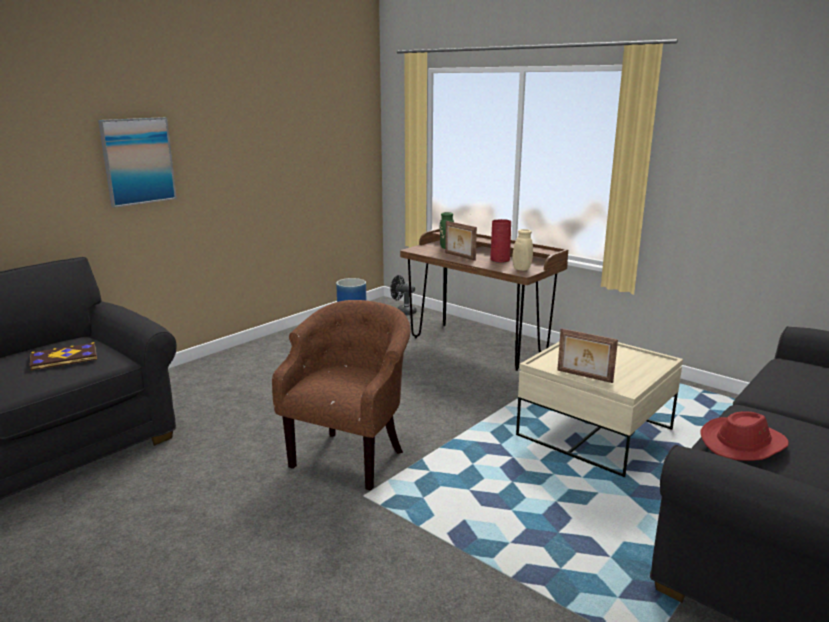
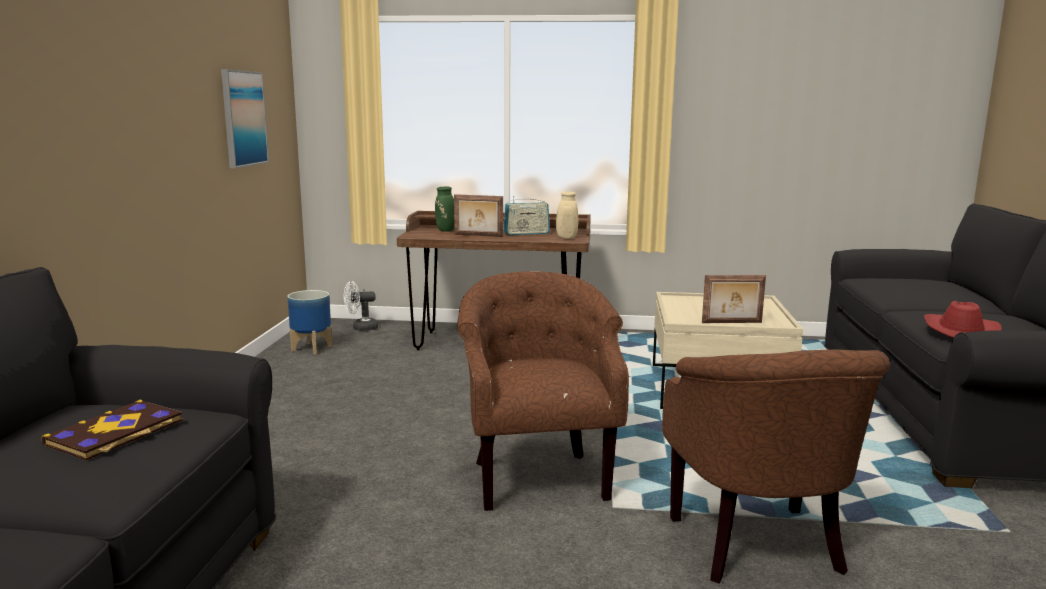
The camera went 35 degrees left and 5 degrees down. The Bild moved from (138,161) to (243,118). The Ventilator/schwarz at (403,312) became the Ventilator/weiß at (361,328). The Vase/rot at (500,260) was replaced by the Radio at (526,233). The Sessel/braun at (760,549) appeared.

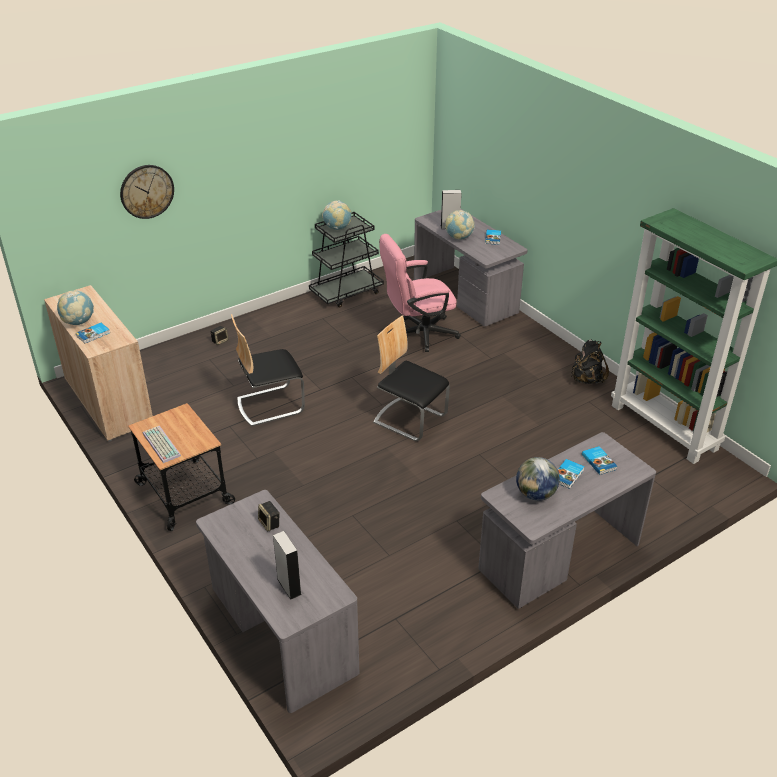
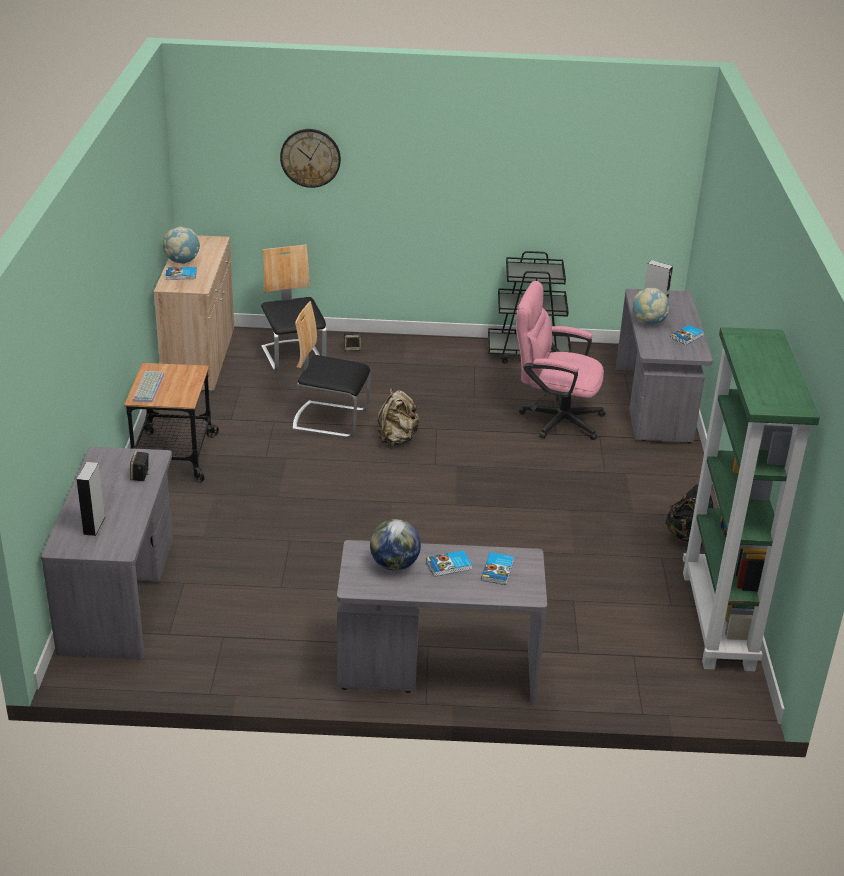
The camera went 35 degrees right and 5 degrees down. The Globus at (337,228) disappeared. The Stuhl moved from (410,419) to (293,356). The Rucksack/beige at (397,439) appeared.

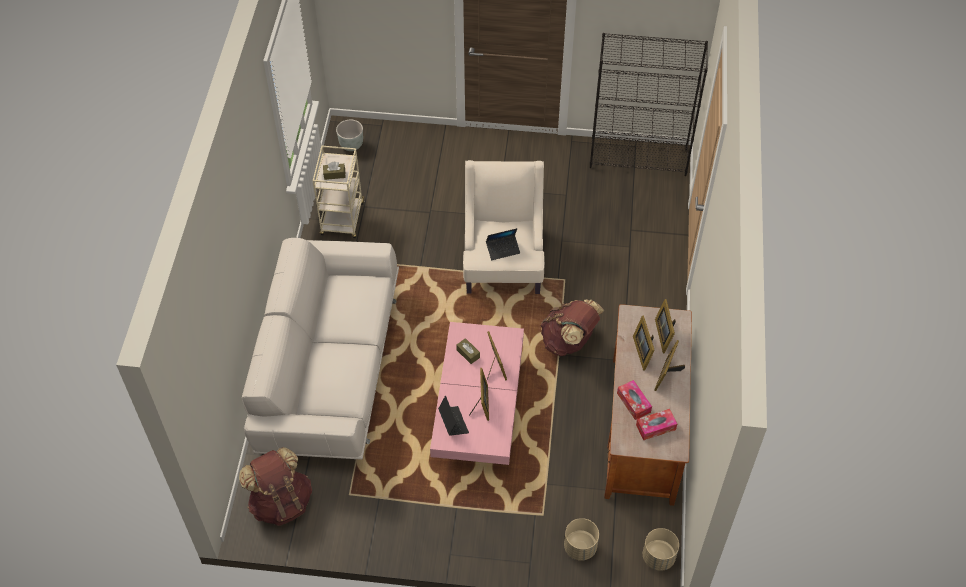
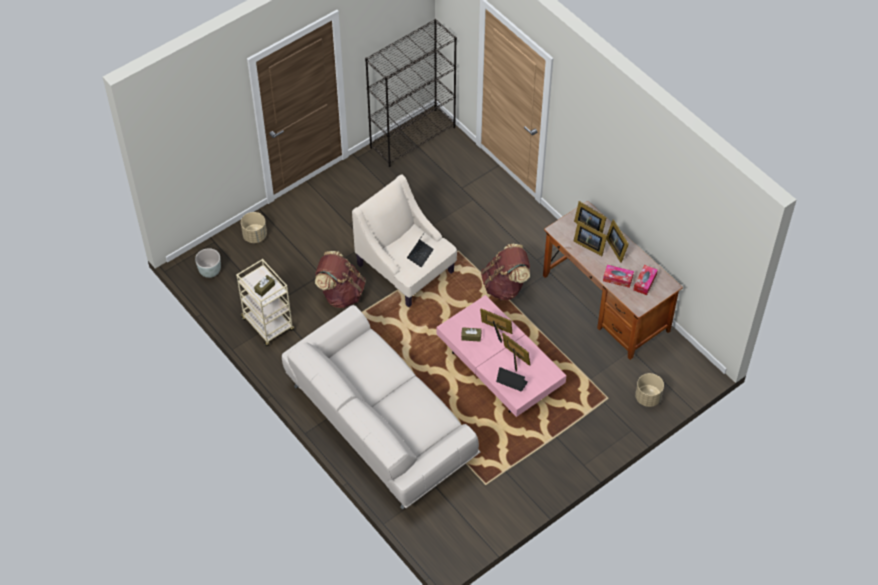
The camera went 45 degrees left and 0 degrees up. The Rucksack/braun moved from (281,502) to (341,294). The Pflanzkübel/beige moved from (658,557) to (255,235).

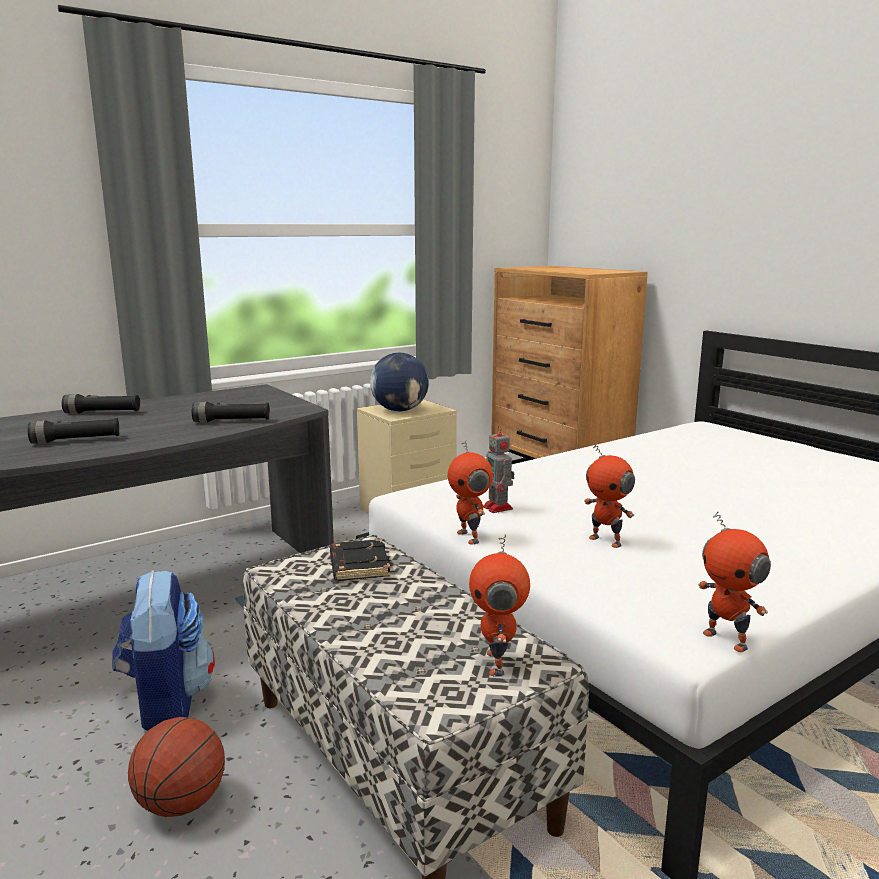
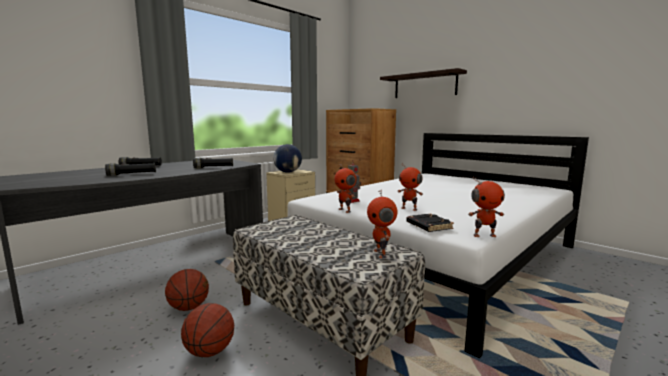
The camera went 10 degrees left and 5 degrees down. The Rucksack at (166,702) was replaced by the Basketball at (189,308). The Buch/schwarz moved from (358,566) to (428,226). The Spielzeugroboter at (726,639) turned 45 degrees counterclockwise. The Wandregal at (424,85) appeared.

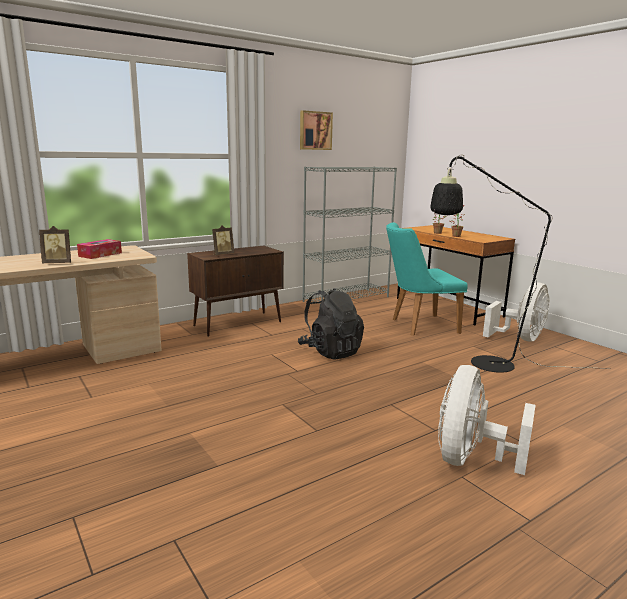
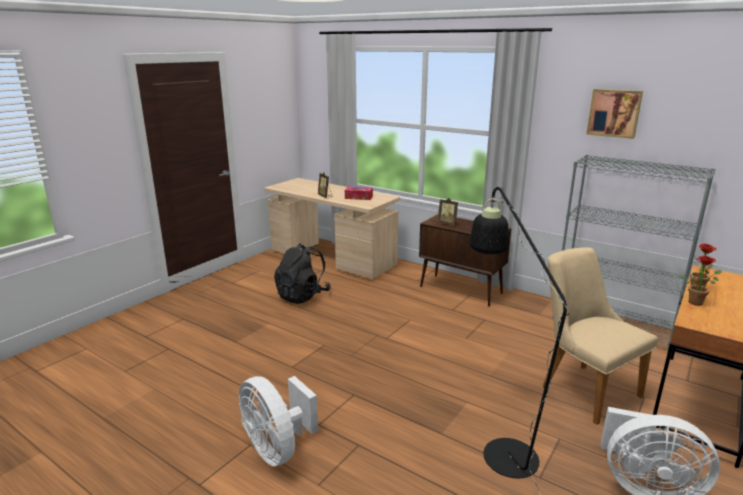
The camera went 70 degrees right and 5 degrees up. The Rucksack/schwarz moved from (330,351) to (303,296). The Stuhl/türkis at (418,325) became the Stuhl/beige at (582,387). The Ventilator/weiß at (471,459) turned 135 degrees counterclockwise.

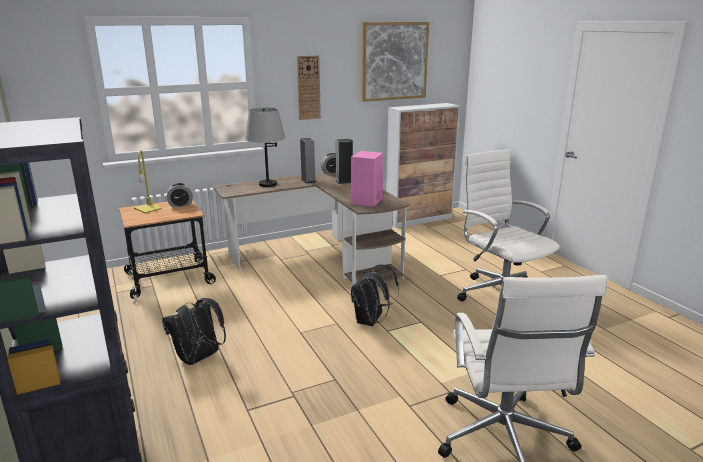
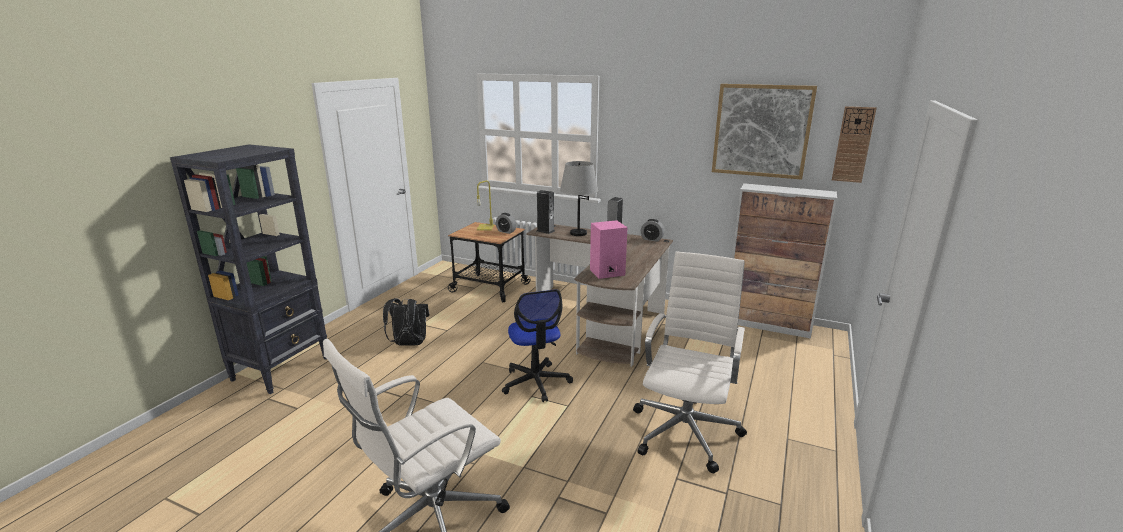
The camera went 50 degrees right and 0 degrees up. The Wanduhr moved from (308,87) to (853,144). The Lautsprecher moved from (344,181) to (545,231). The Rucksack/schwarz at (370,321) was replaced by the Bürostuhl at (536,382).

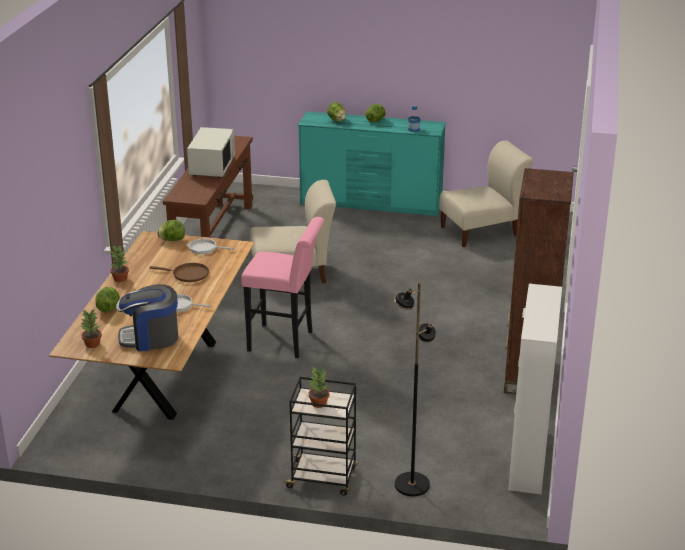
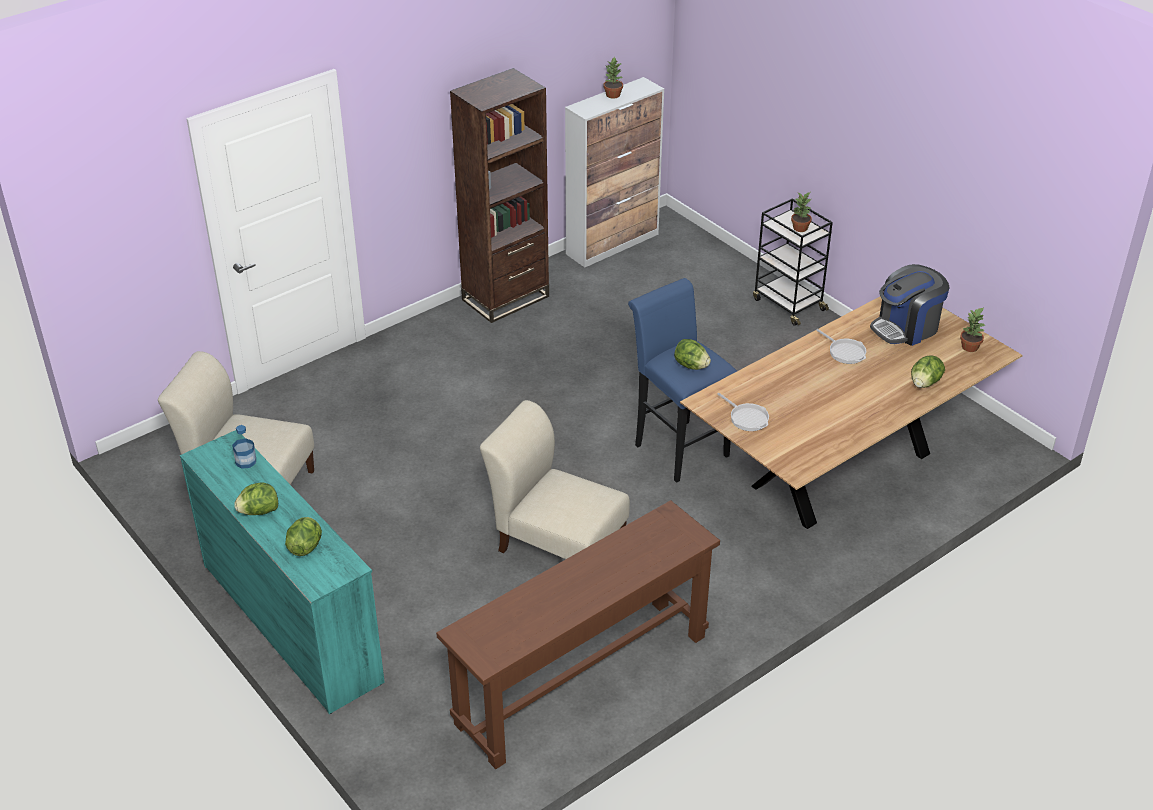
The camera went 140 degrees left and 10 degrees up. The Topfpflanze moved from (120,278) to (612,95). The Kaffeemaschine at (150,338) turned 120 degrees clockwise. The Pfanne/braun at (188,274) disappeared. The Salatkopf moved from (172,240) to (691,366). The Mikrowelle/weiß at (212,167) disappeared. The Hocker/rosa at (285,342) became the Hocker/blau at (677,447). The Stehlampe/schwarz at (411,484) disappeared.

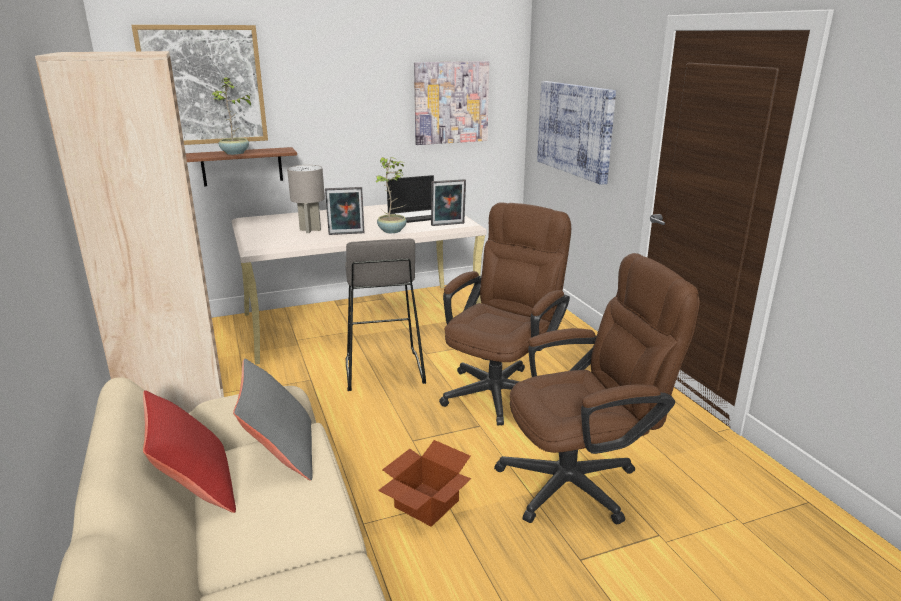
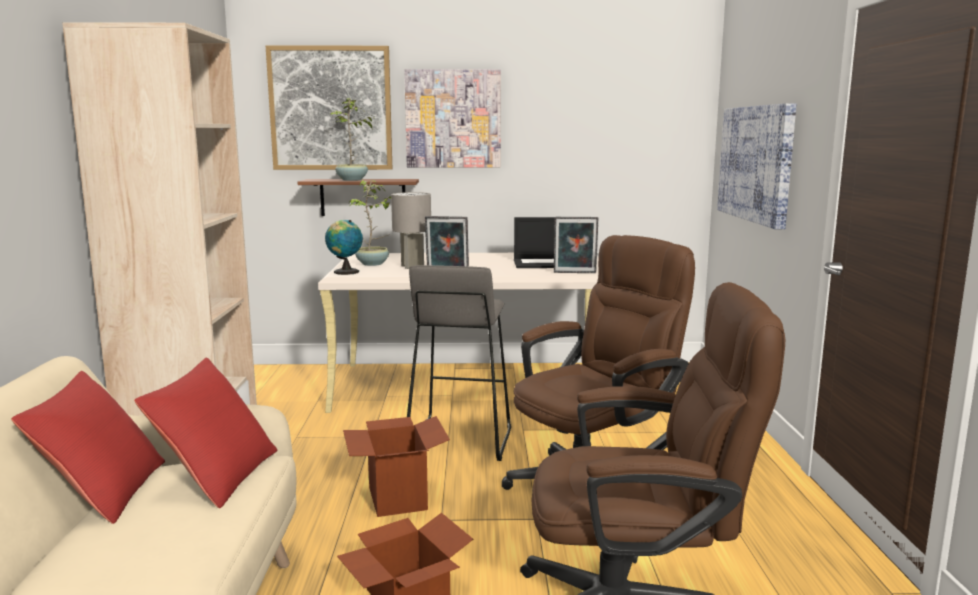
The camera went 20 degrees right and 10 degrees down. The Kissen/grau at (280,452) became the Kissen/rot at (216,475). The Topfpflanze moved from (393,231) to (373,264). The Bild moved from (451,102) to (453,119). The Globus at (344,272) appeared. The Karton at (397,498) appeared.

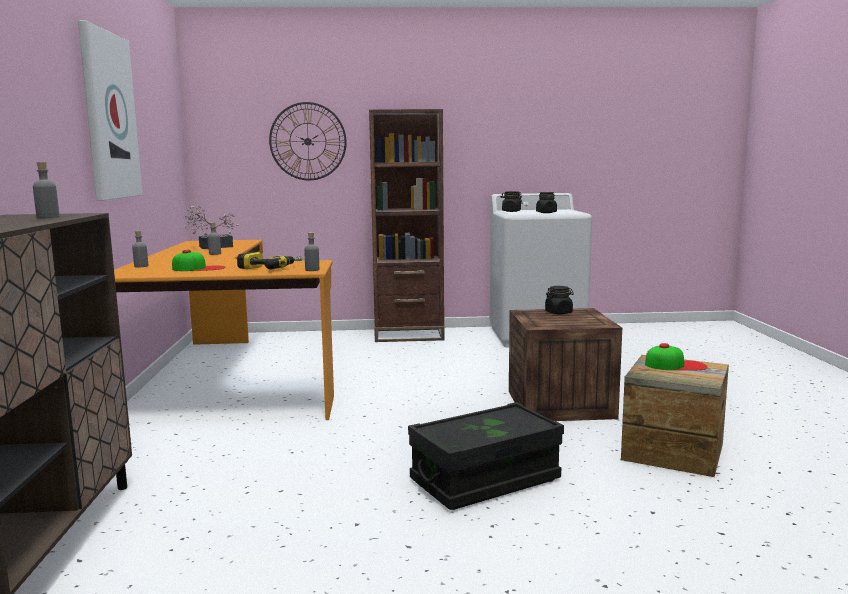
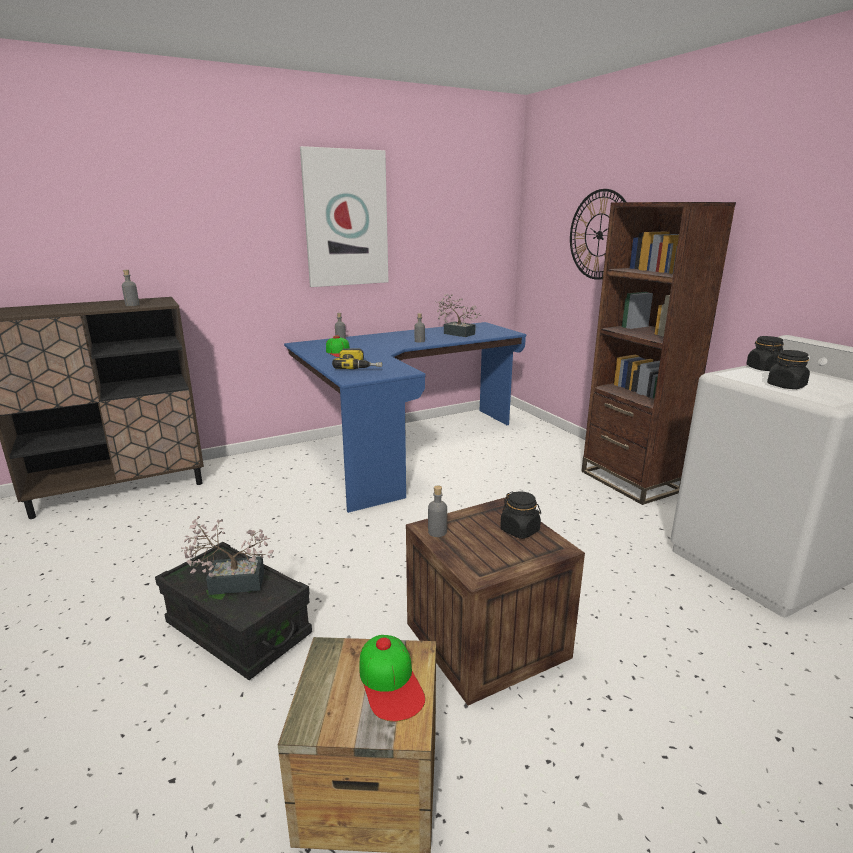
The camera went 65 degrees right and 10 degrees up. The Schreibtisch/orange at (221,382) became the Schreibtisch/blau at (402,447). The Flasche/grau moved from (312,270) to (437,532). The Topfpflanze at (230,582) appeared.

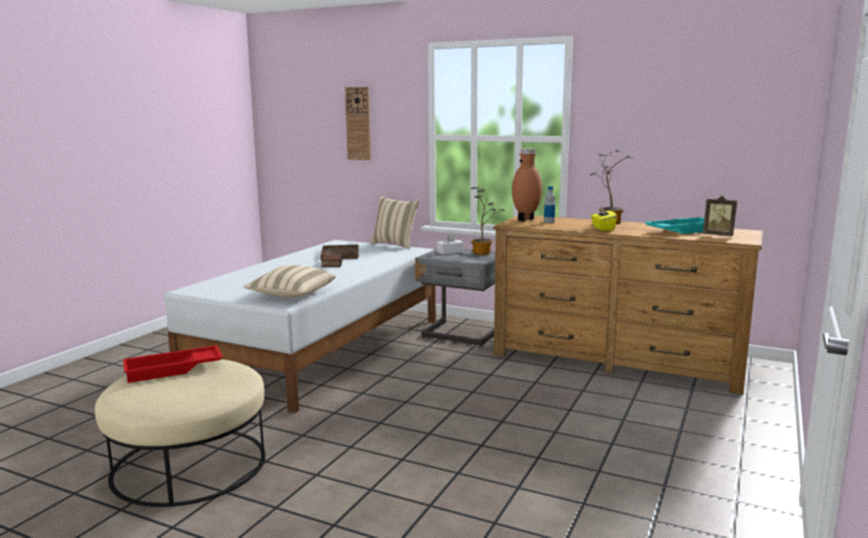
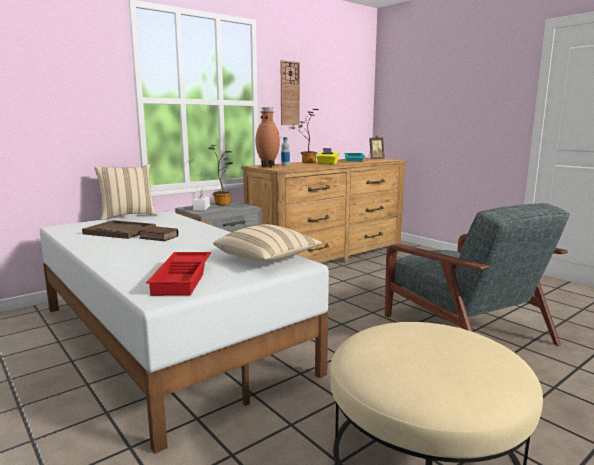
The camera went 65 degrees left and 0 degrees up. The Tablett/rot moved from (173,370) to (184,278). The Wanduhr moved from (358,123) to (289,93). The Sessel/grau at (463,328) appeared.

